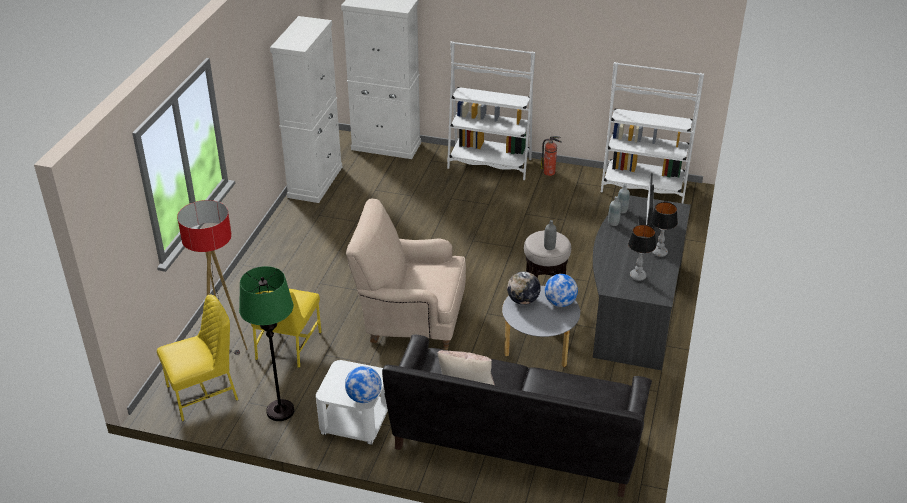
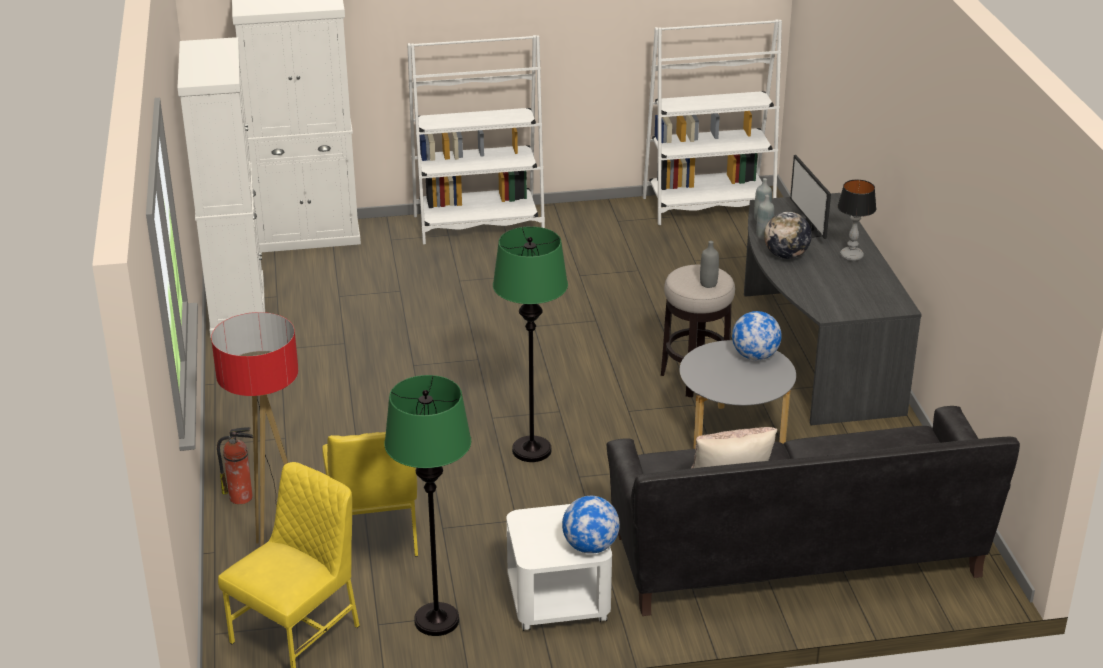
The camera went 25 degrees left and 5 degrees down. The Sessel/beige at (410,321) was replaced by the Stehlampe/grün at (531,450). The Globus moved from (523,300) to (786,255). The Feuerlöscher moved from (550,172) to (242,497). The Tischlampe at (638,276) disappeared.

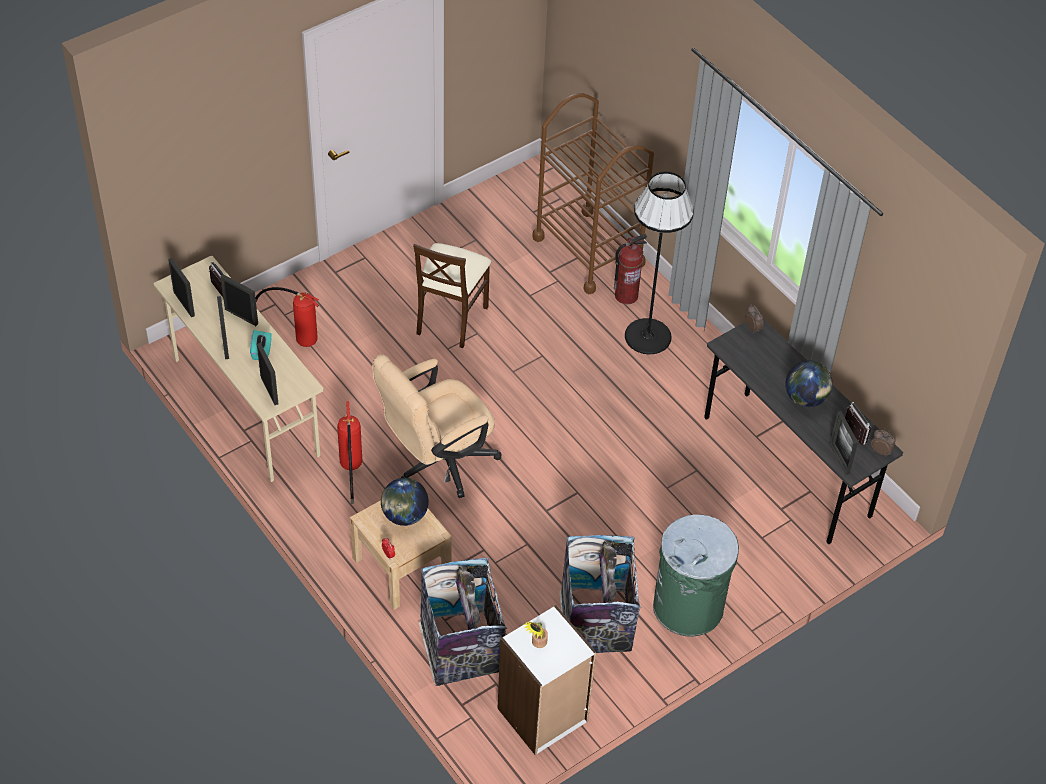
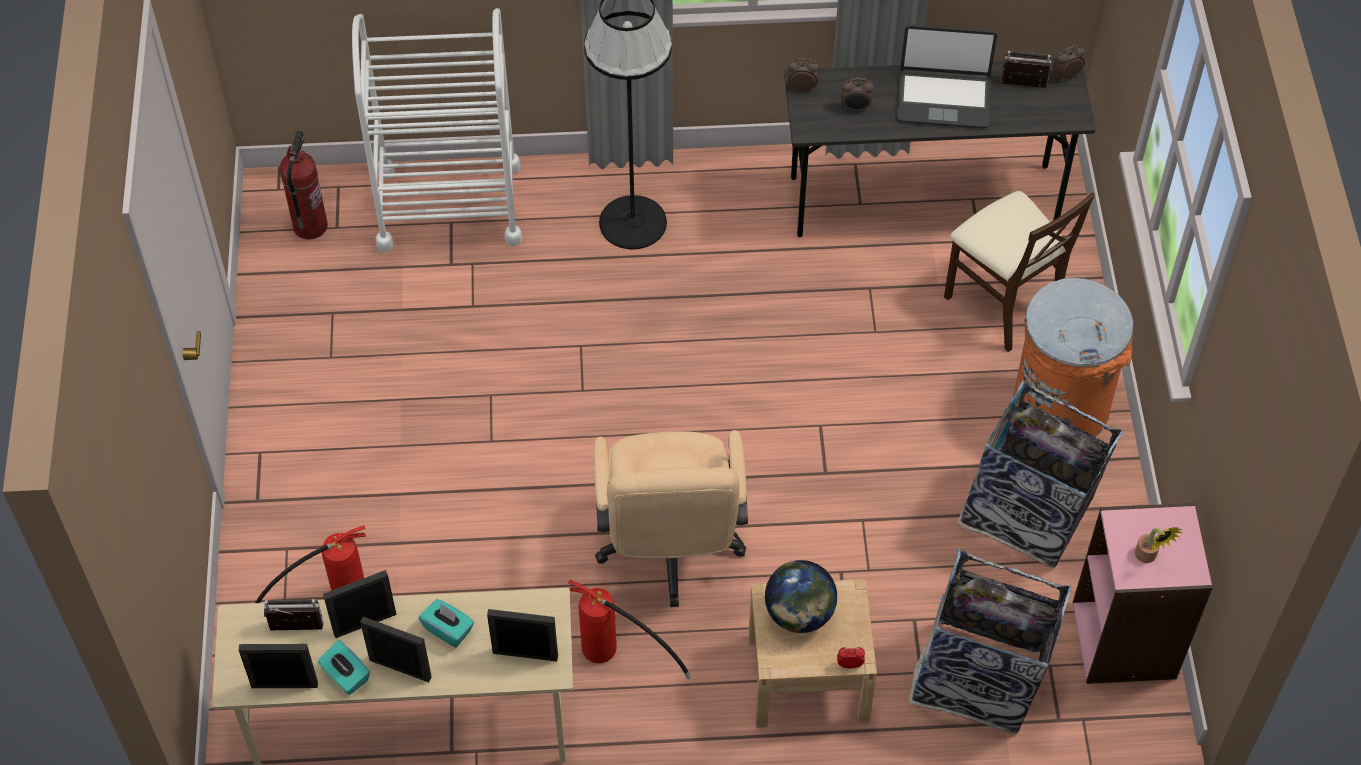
The camera went 55 degrees left and 5 degrees up. The Stuhl/beige moved from (451,318) to (1003,303). The Bücherregal/weiß at (543,716) became the Bücherregal/rosa at (1125,640). The Rollwagen/braun at (588,251) became the Rollwagen/weiß at (449,206). The Feuerlöscher moved from (626,296) to (310,226). The Mülleimer/grün at (689,607) became the Mülleimer/orange at (1060,406). The Globus at (805,398) was replaced by the Laptop at (943,99). The Bilderrahmen at (839,458) disappeared. The Taschentuchbox/türkis at (346,676) appeared. The Wecker at (855,108) appeared.

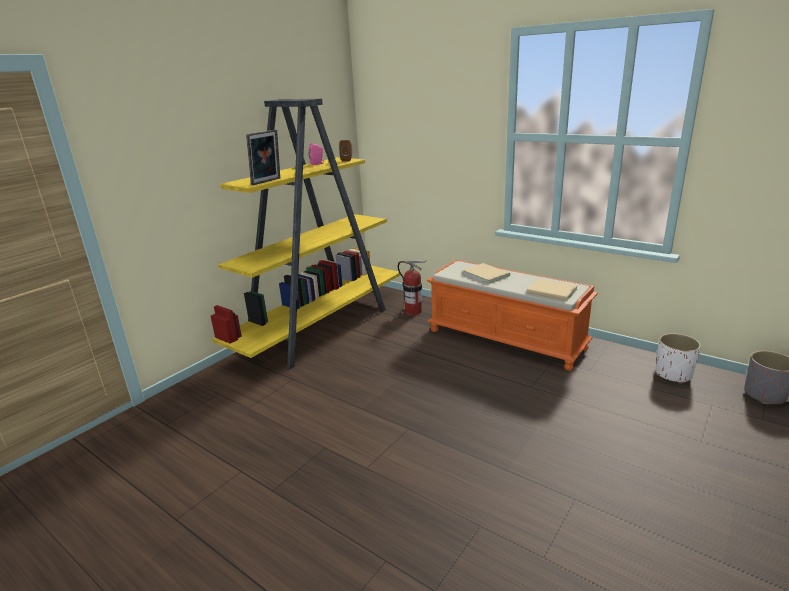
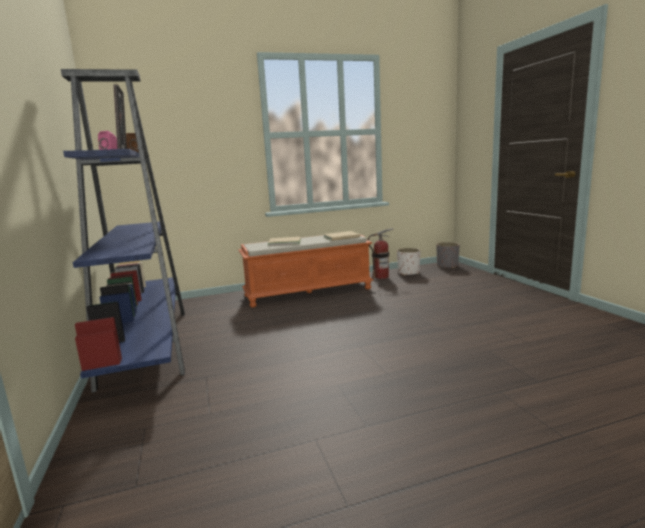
The camera went 55 degrees left and 10 degrees down. The Bücherregal/gelb at (321,328) became the Bücherregal/blau at (147,344). The Feuerlöscher moved from (413,311) to (381,277).

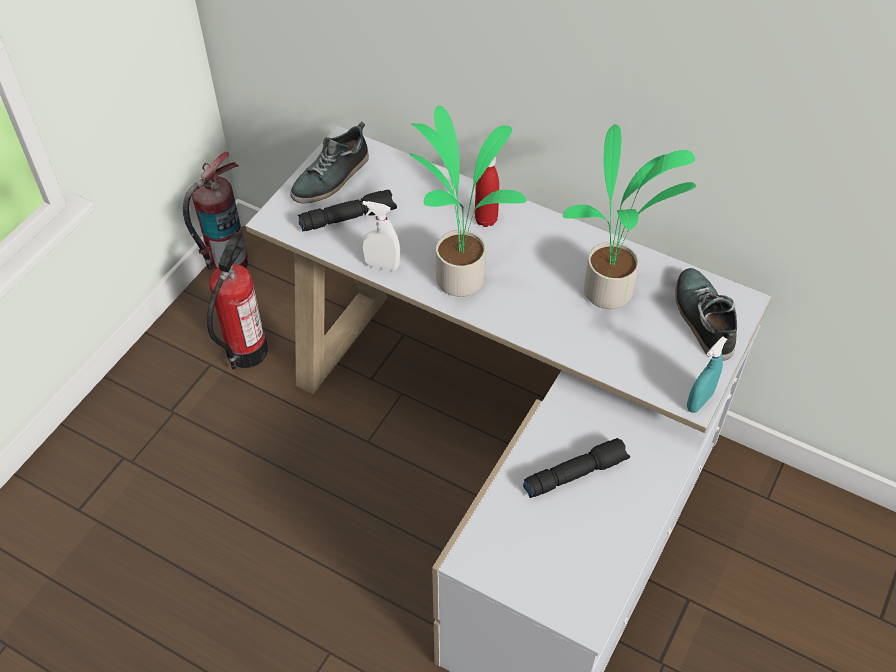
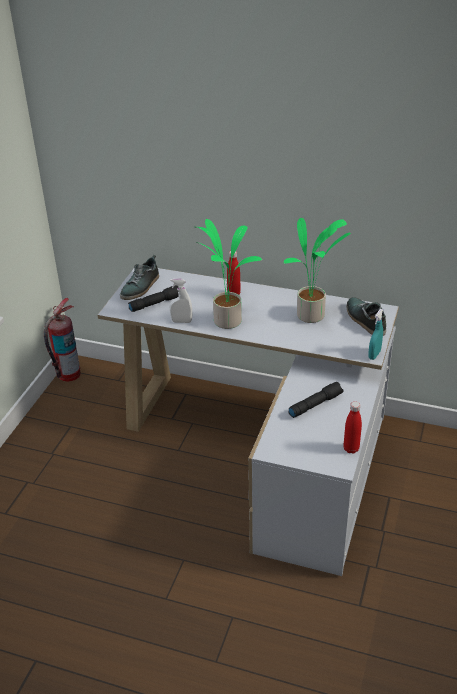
The camera went 10 degrees left and 15 degrees down. The Feuerlöscher at (246,351) disappeared. The Flasche/rot at (351,449) appeared.

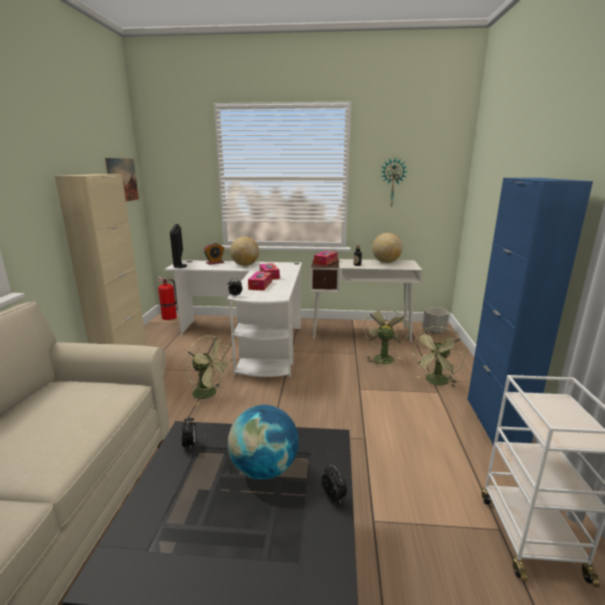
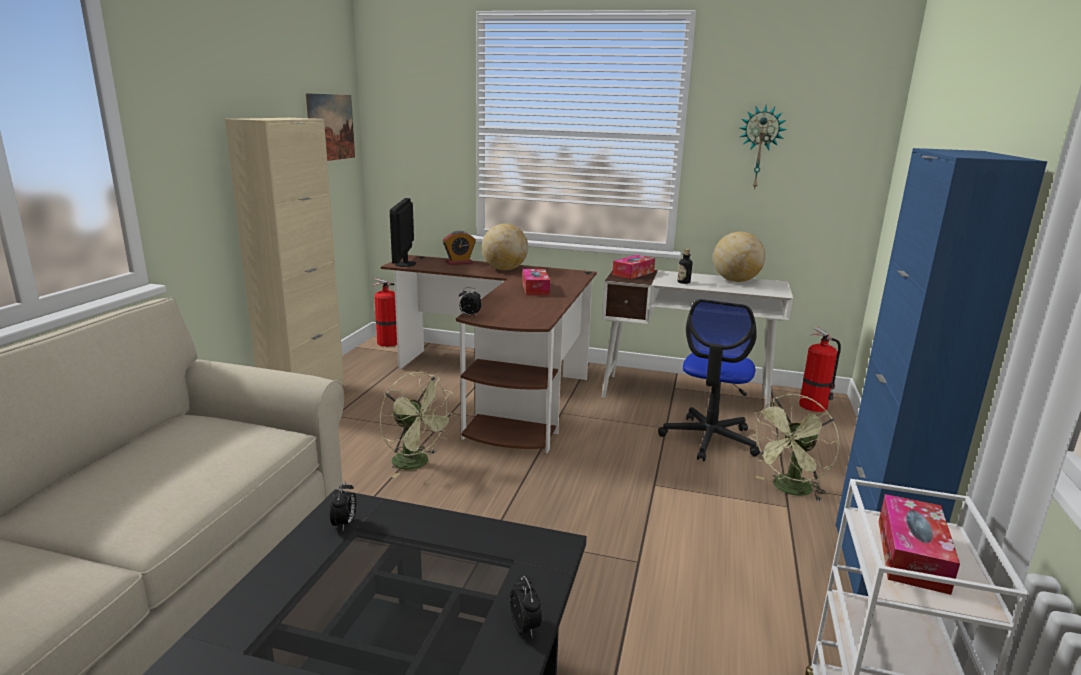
The camera went 10 degrees right and 0 degrees up. The Schreibtisch/weiß at (251,340) became the Schreibtisch/braun at (503,389). The Globus at (264,469) disappeared. The Taschentuchbox moved from (260,285) to (911,555). The Ventilator/grün at (382,357) was replaced by the Bürostuhl at (709,439). The Pflanzkübel/grau at (434,331) was replaced by the Feuerlöscher at (814,406).

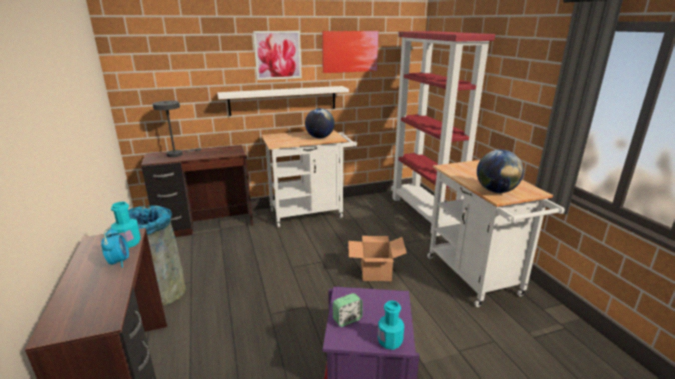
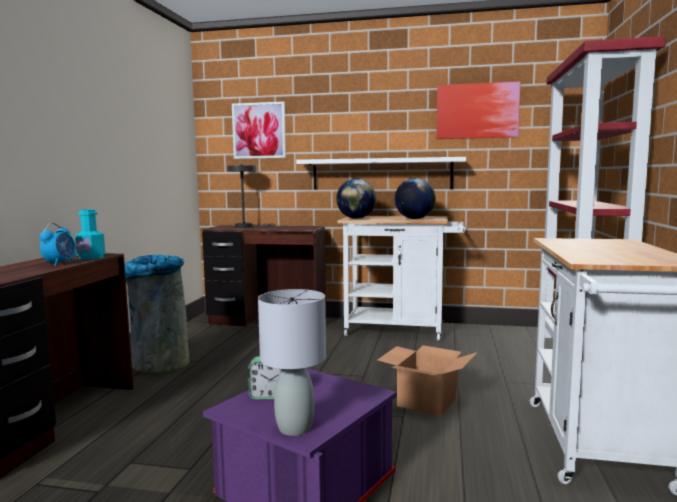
The camera went 30 degrees right and 15 degrees down. The Bild moved from (278,55) to (259,130). The Flasche/türkis at (390,341) was replaced by the Tischlampe/grau at (295,428). The Globus moved from (496,191) to (356,218).

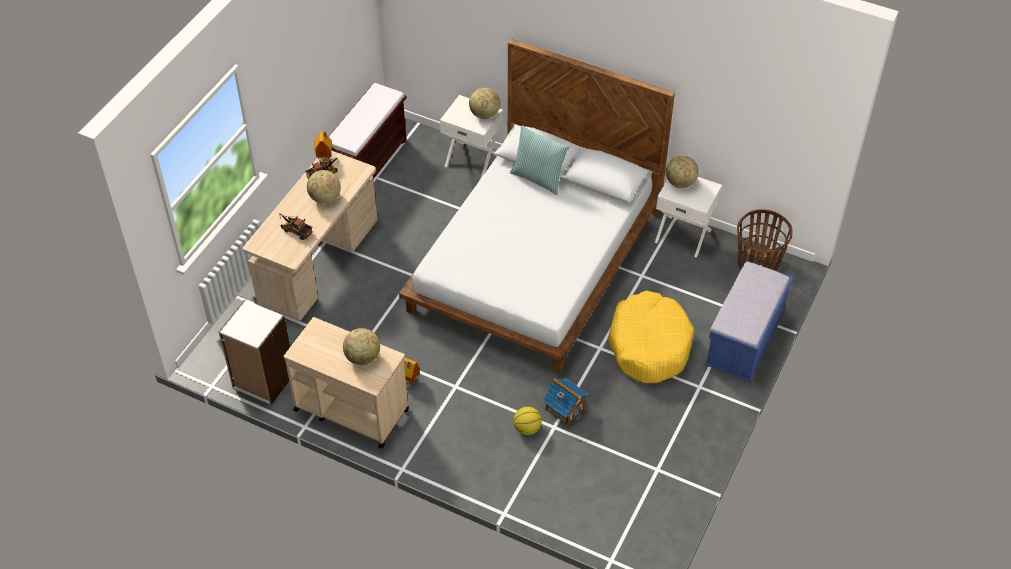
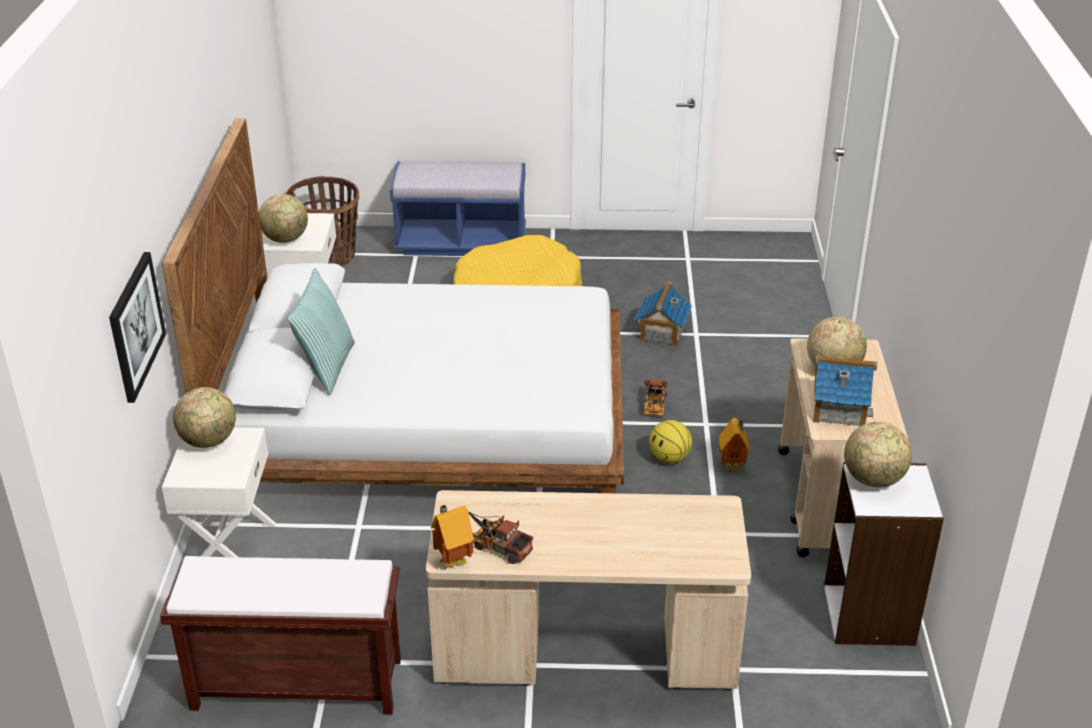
The camera went 115 degrees left and 15 degrees down. The Spielzeuglaster moved from (295,230) to (654,406). The Globus moved from (325,198) to (873,480). The Basketball moved from (527,428) to (669,458). The Bild at (135,326) appeared. The Spielzeughaus at (838,409) appeared.

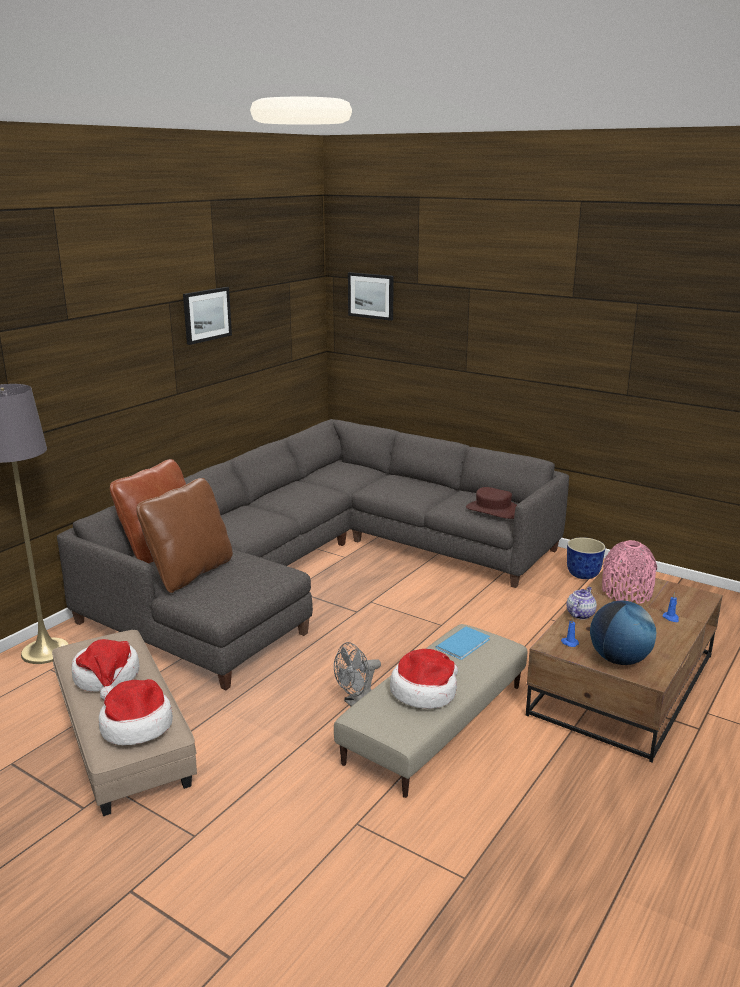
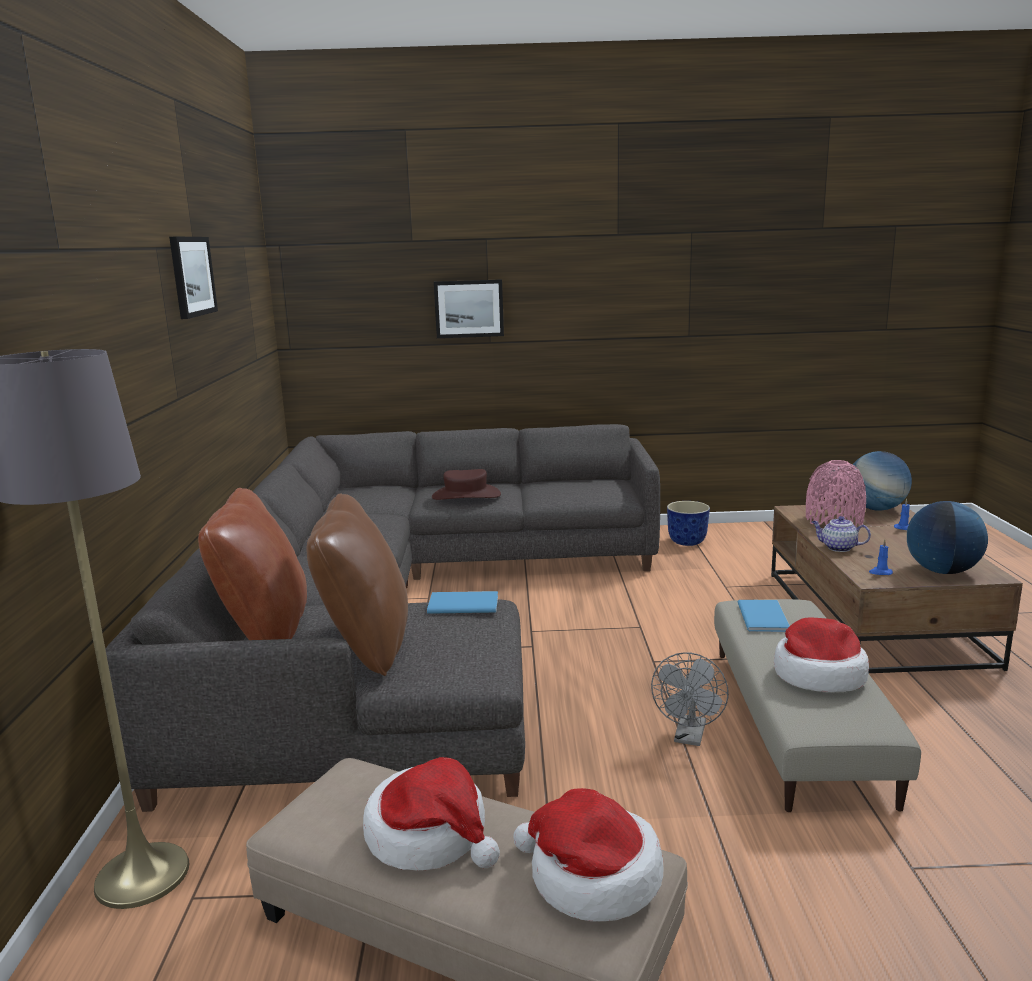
The camera went 35 degrees left and 5 degrees down. The Bild moved from (371,296) to (469,308). The Hut/braun moved from (493,510) to (466,495). The Teekanne at (580,614) turned 60 degrees counterclockwise. The Buch/blau at (461,604) appeared. The Globus at (876,509) appeared.

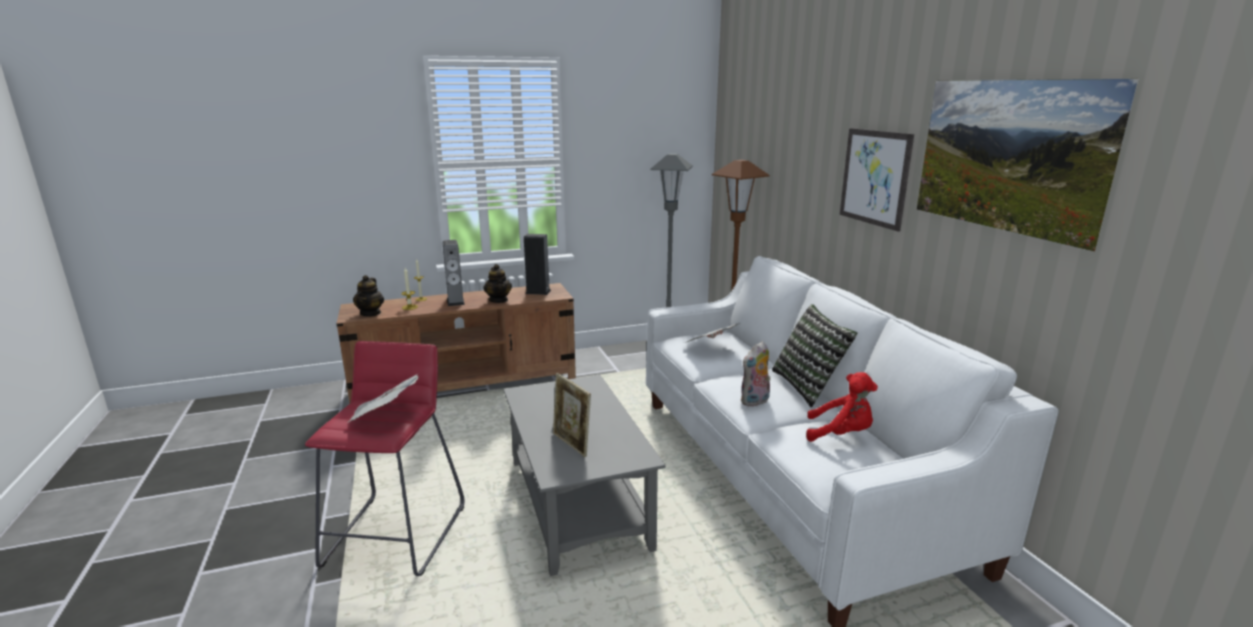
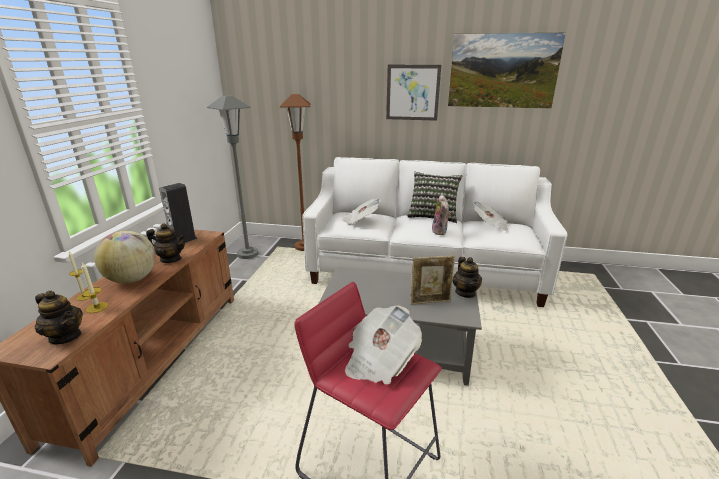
The camera went 60 degrees left and 5 degrees up. The Lautsprecher at (455,301) was replaced by the Globus at (132,279). The Plüschtier/rot at (841,434) was replaced by the Zeitung at (490,225). The Teekanne at (465,292) appeared.

